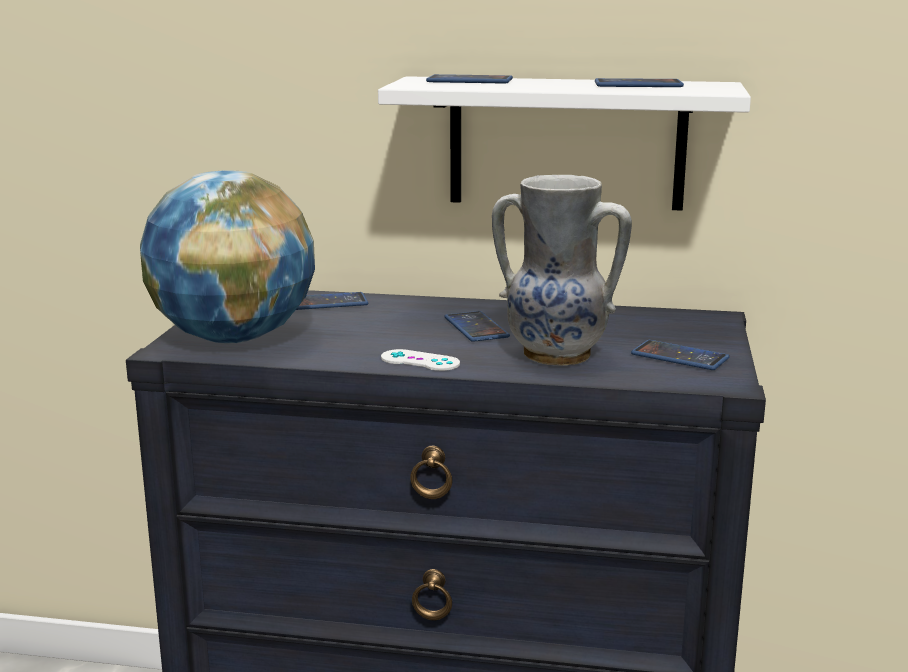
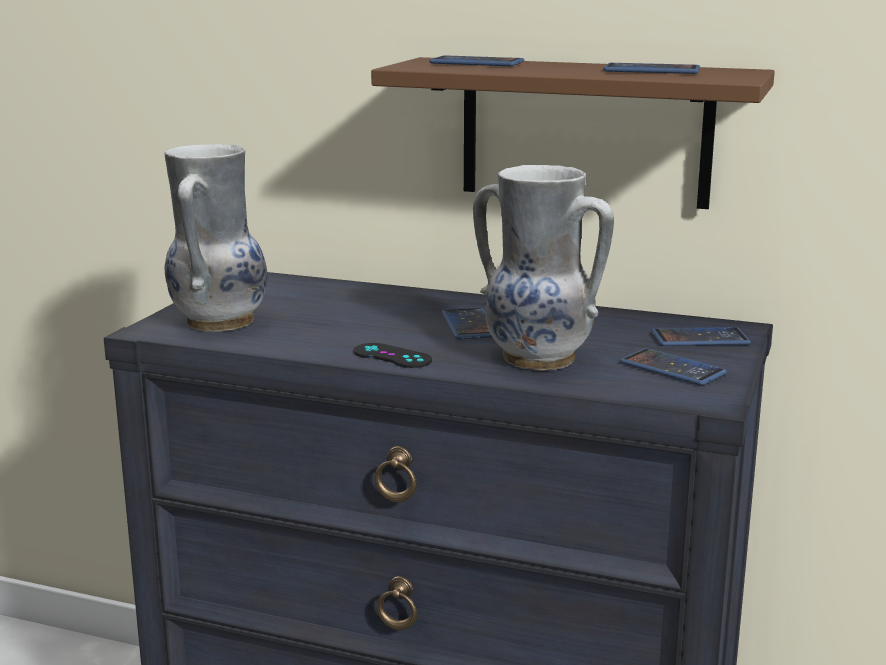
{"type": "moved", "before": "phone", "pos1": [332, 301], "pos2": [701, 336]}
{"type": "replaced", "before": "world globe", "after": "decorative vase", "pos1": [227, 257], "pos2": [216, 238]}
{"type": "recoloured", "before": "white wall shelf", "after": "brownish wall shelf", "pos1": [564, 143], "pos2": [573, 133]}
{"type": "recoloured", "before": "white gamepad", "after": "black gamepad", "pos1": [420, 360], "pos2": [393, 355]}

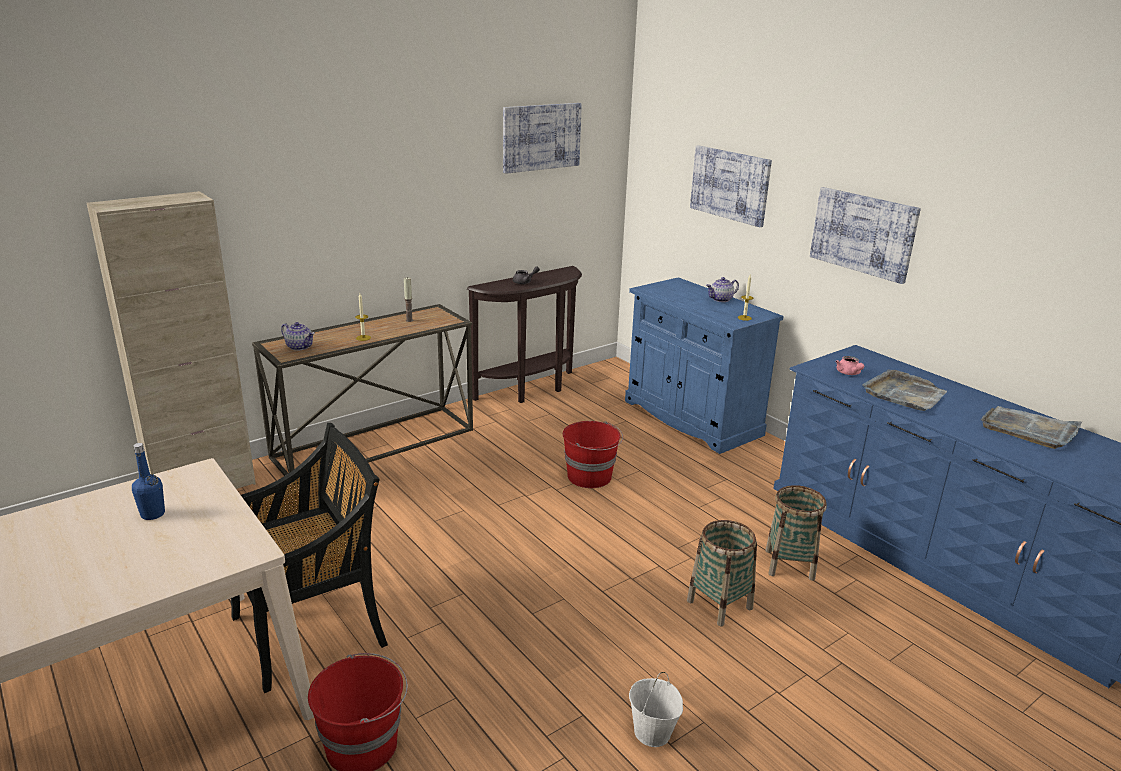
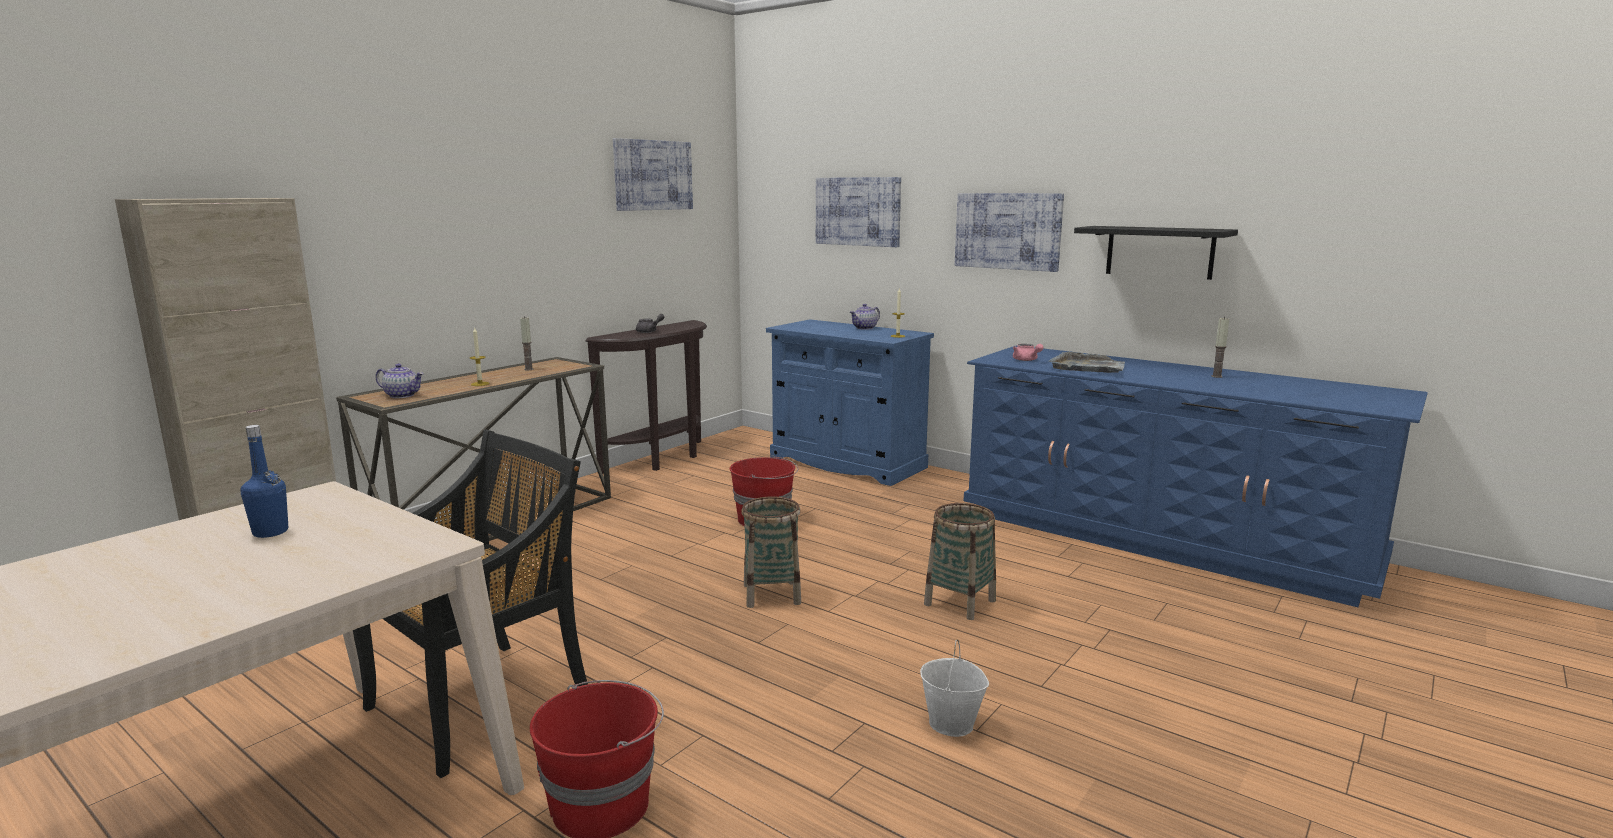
{"type": "added", "after": "black wall shelf", "pos2": [1156, 253]}
{"type": "moved", "before": "basket", "pos1": [796, 533], "pos2": [771, 552]}
{"type": "replaced", "before": "grey carrying tray", "after": "wax candle", "pos1": [1031, 427], "pos2": [1220, 347]}

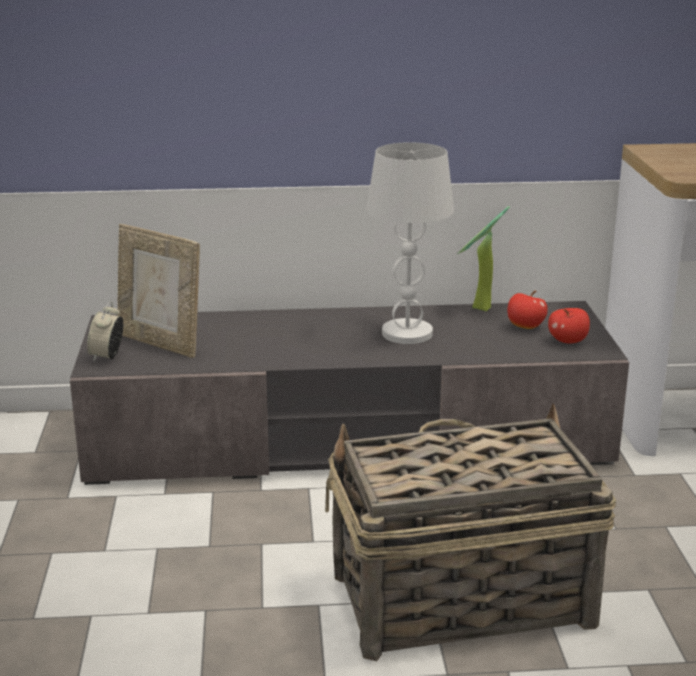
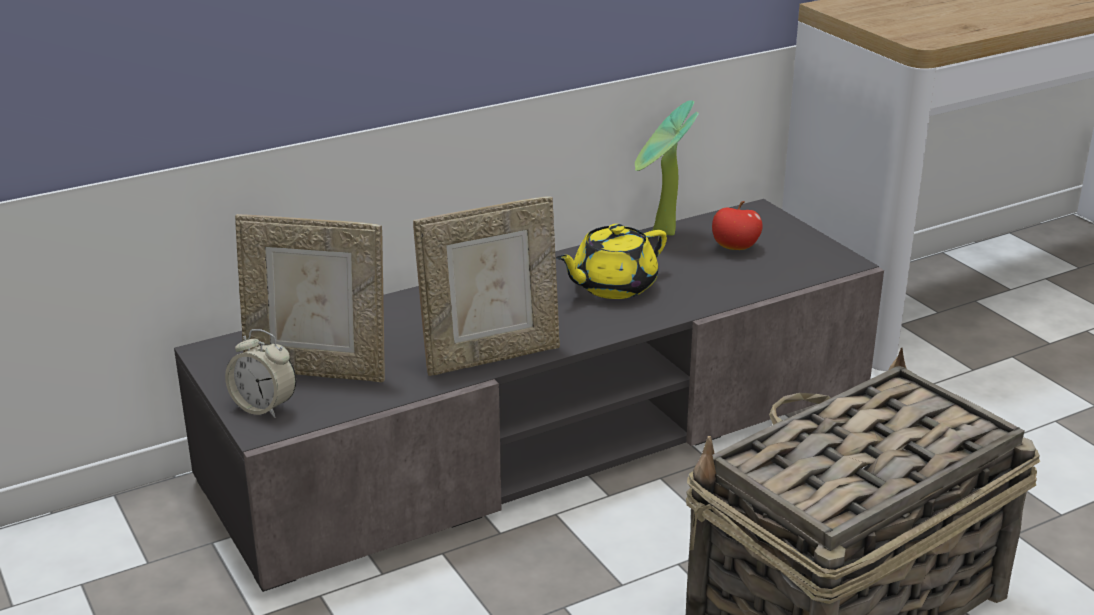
{"type": "removed", "before": "whole apple", "pos1": [569, 325]}
{"type": "added", "after": "photo frame", "pos2": [486, 286]}
{"type": "replaced", "before": "white tabletop lamp", "after": "yellowish tea pot", "pos1": [410, 243], "pos2": [611, 261]}
{"type": "turned", "before": "table clock", "pos1": [105, 331], "pos2": [260, 373], "turn": -45}

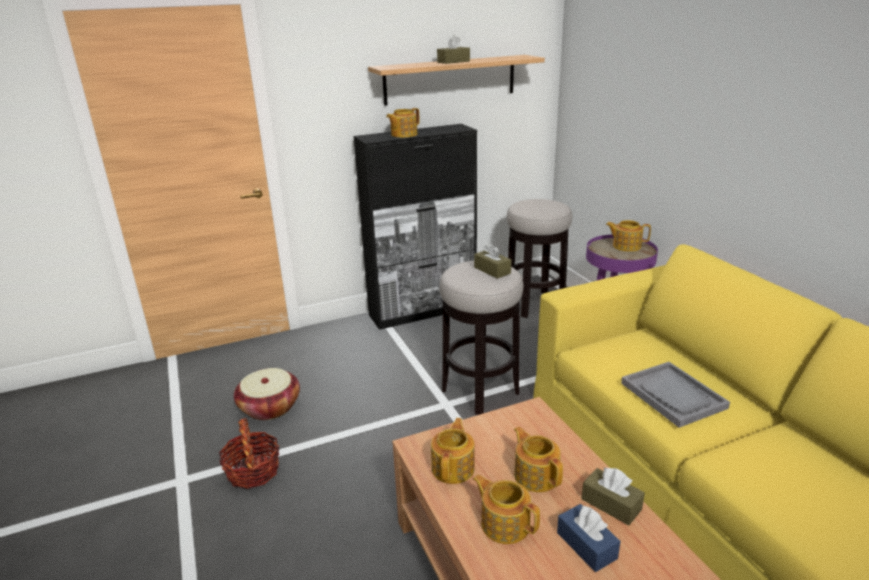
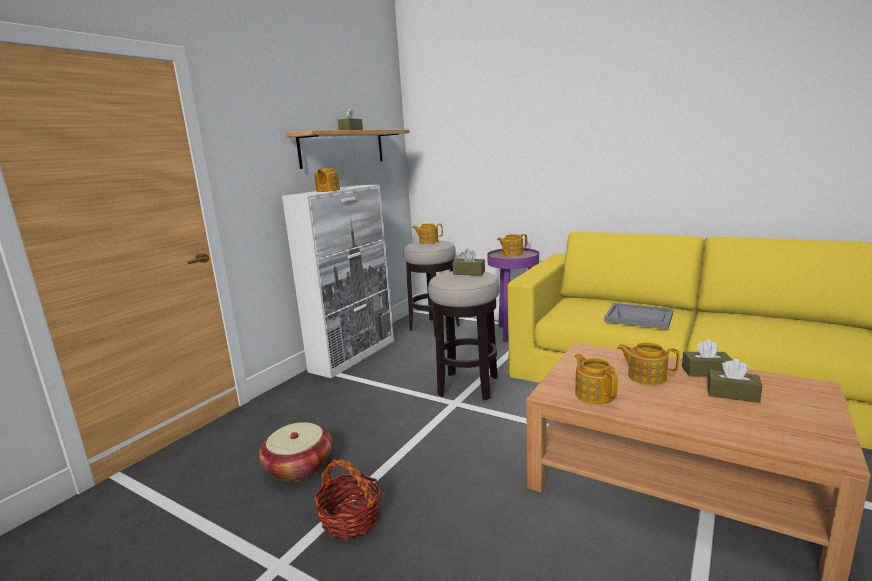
{"type": "moved", "before": "tea pot", "pos1": [506, 509], "pos2": [427, 233]}
{"type": "recoloured", "before": "black cupboard", "after": "white cupboard", "pos1": [415, 227], "pos2": [338, 281]}
{"type": "recoloured", "before": "blue tissue box", "after": "brownish tissue box", "pos1": [588, 538], "pos2": [734, 381]}

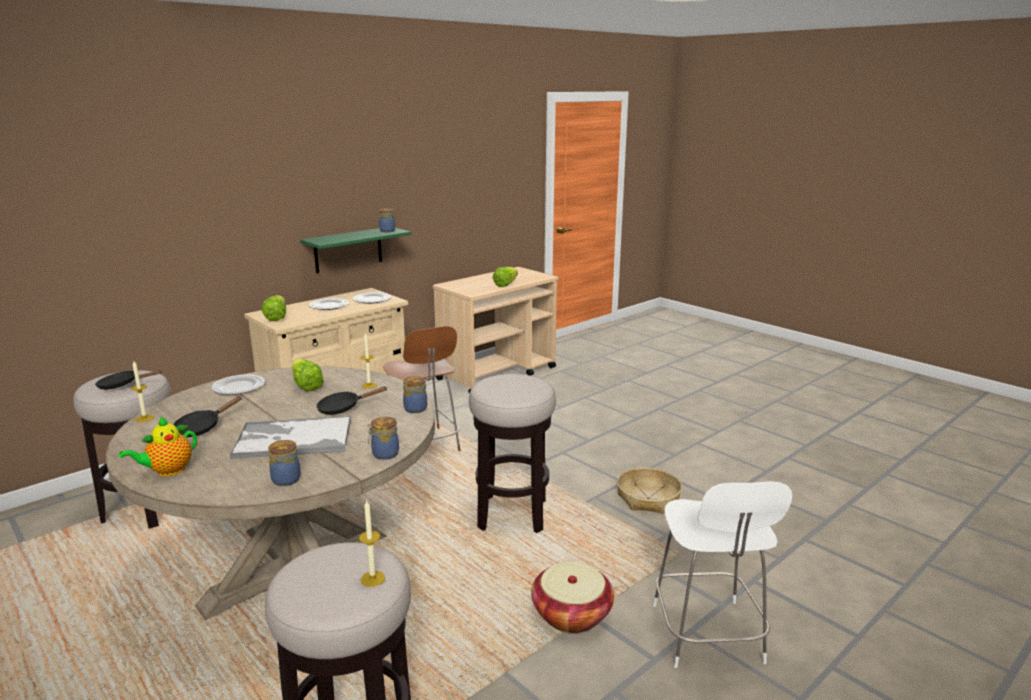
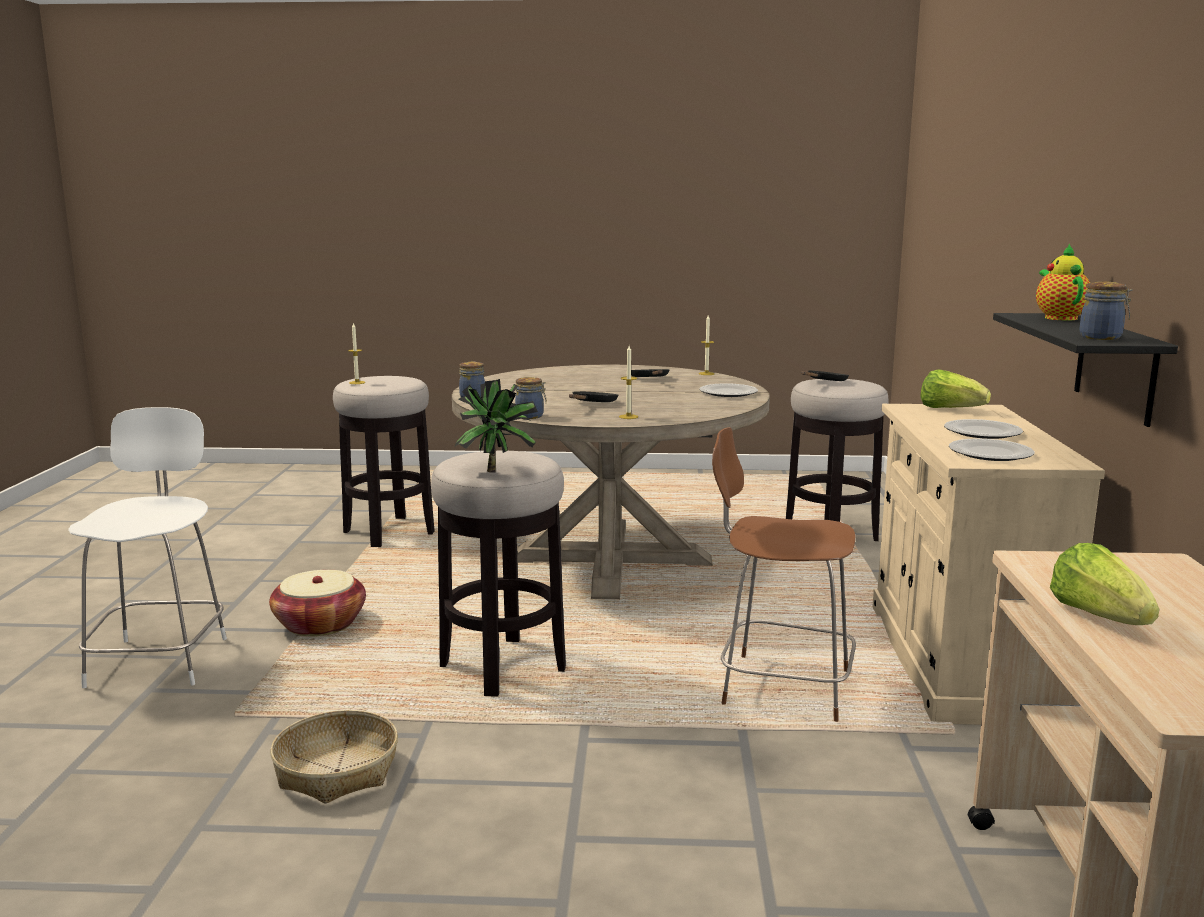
{"type": "removed", "before": "carrying tray", "pos1": [290, 437]}
{"type": "removed", "before": "preserve jar", "pos1": [284, 463]}
{"type": "removed", "before": "lettuce head", "pos1": [308, 374]}
{"type": "added", "after": "plant in a pot", "pos2": [496, 426]}
{"type": "moved", "before": "tea pot", "pos1": [158, 446], "pos2": [1063, 282]}
{"type": "recoloured", "before": "green wall shelf", "after": "black wall shelf", "pos1": [355, 250], "pos2": [1085, 370]}
{"type": "turned", "before": "white chair", "pos1": [723, 574], "pos2": [147, 547], "turn": 45}

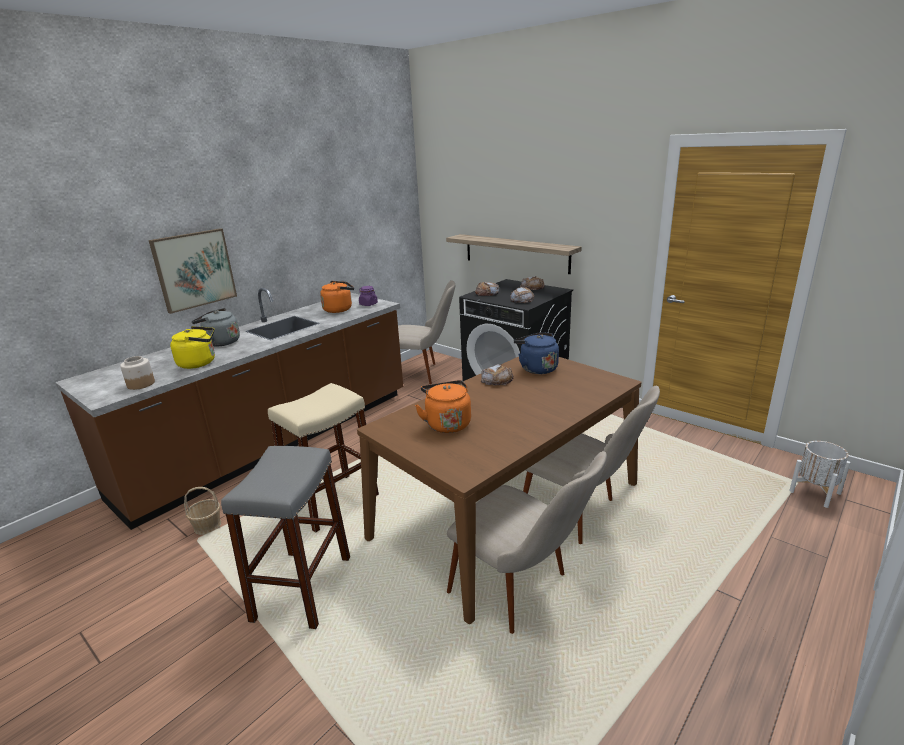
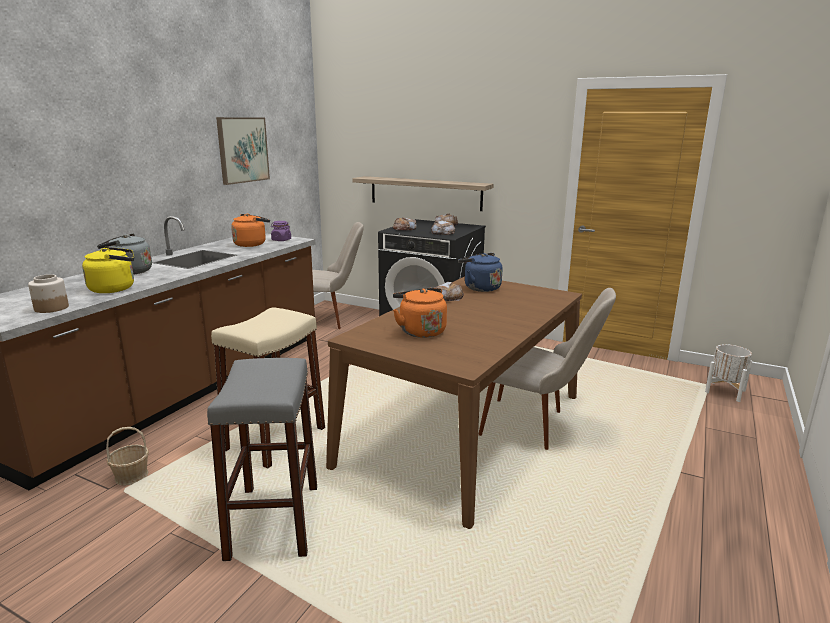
{"type": "removed", "before": "beige-coloured chair", "pos1": [527, 542]}
{"type": "moved", "before": "wall art", "pos1": [193, 271], "pos2": [243, 151]}

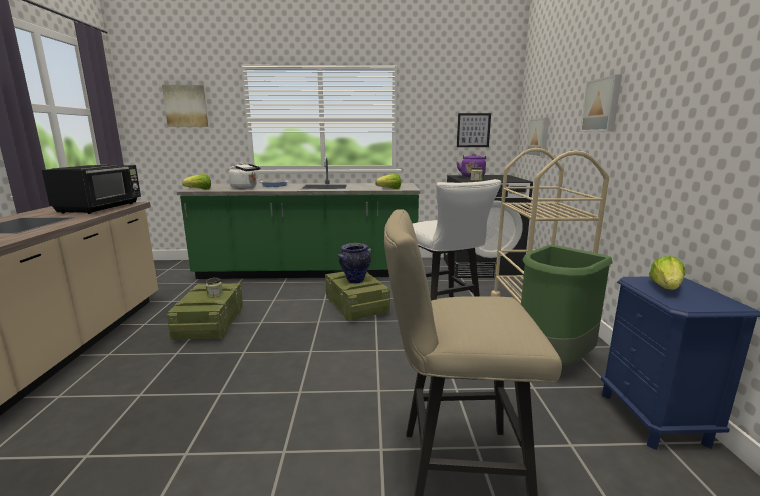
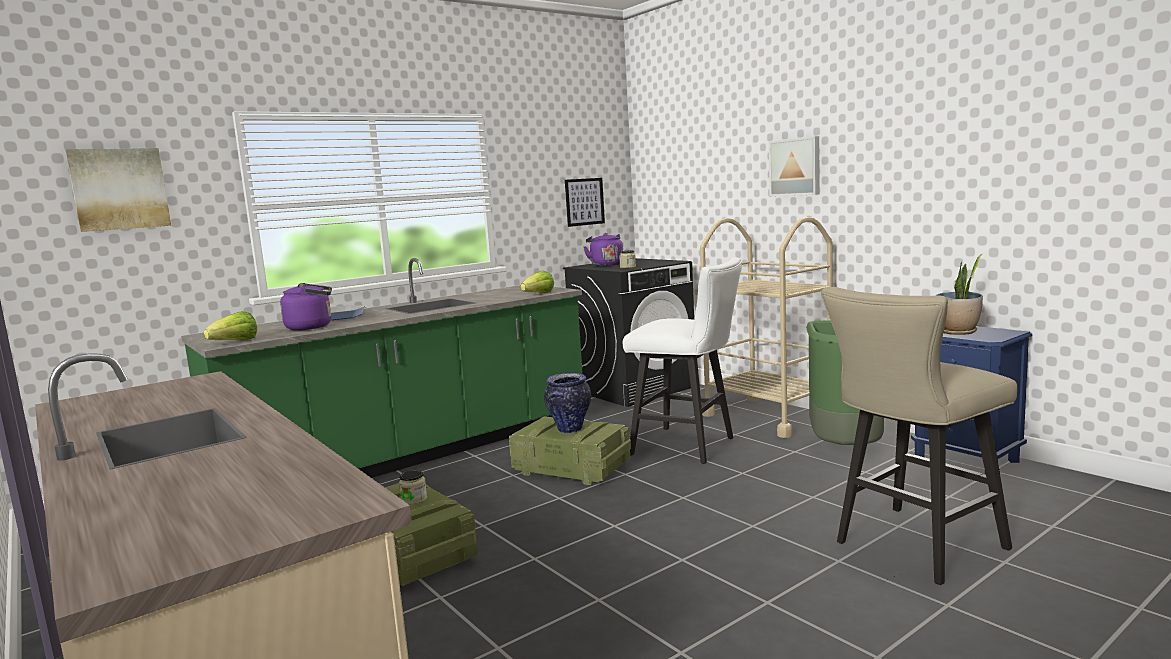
{"type": "removed", "before": "black microwave", "pos1": [91, 189]}
{"type": "removed", "before": "wall art", "pos1": [537, 138]}
{"type": "replaced", "before": "lettuce head", "after": "plant in a pot", "pos1": [667, 273], "pos2": [959, 294]}
{"type": "recoloured", "before": "white kettle", "after": "purple-coloured kettle", "pos1": [245, 176], "pos2": [306, 306]}

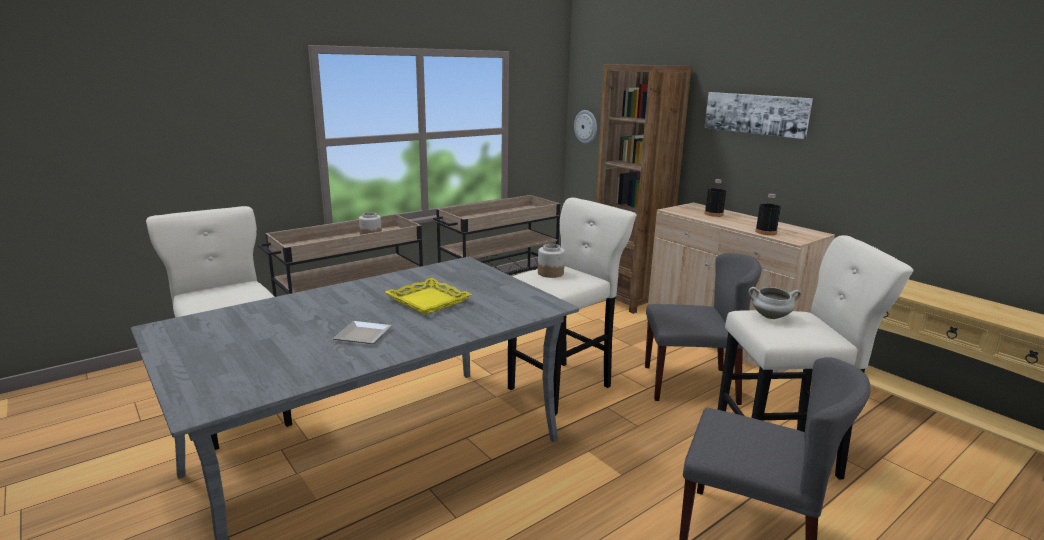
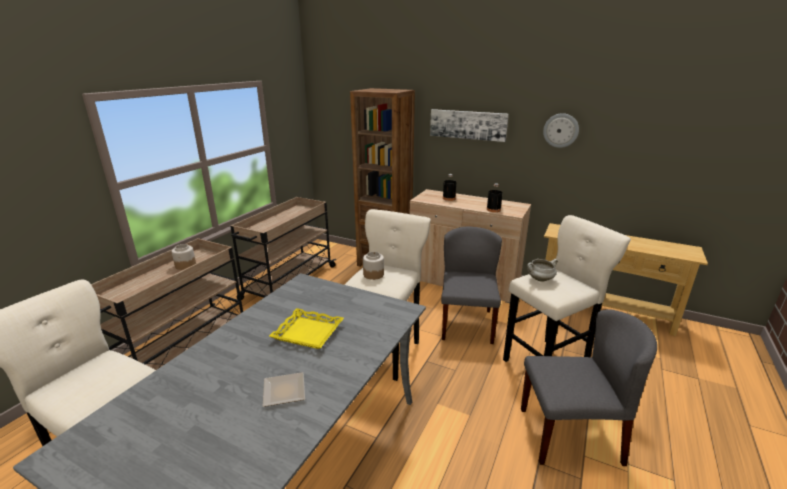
{"type": "moved", "before": "wall clock", "pos1": [585, 127], "pos2": [561, 130]}
{"type": "turned", "before": "grey chair", "pos1": [703, 329], "pos2": [471, 285], "turn": -60}

